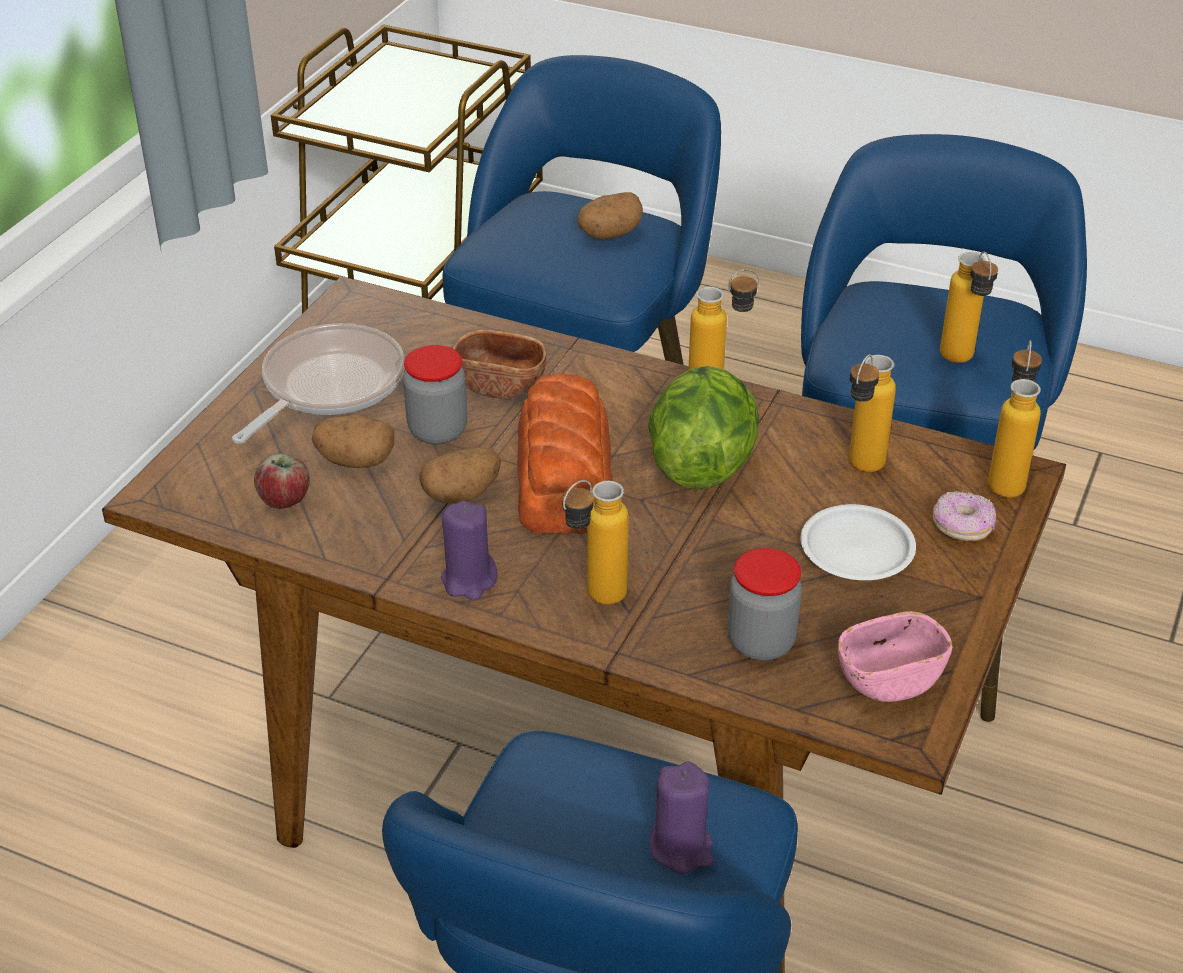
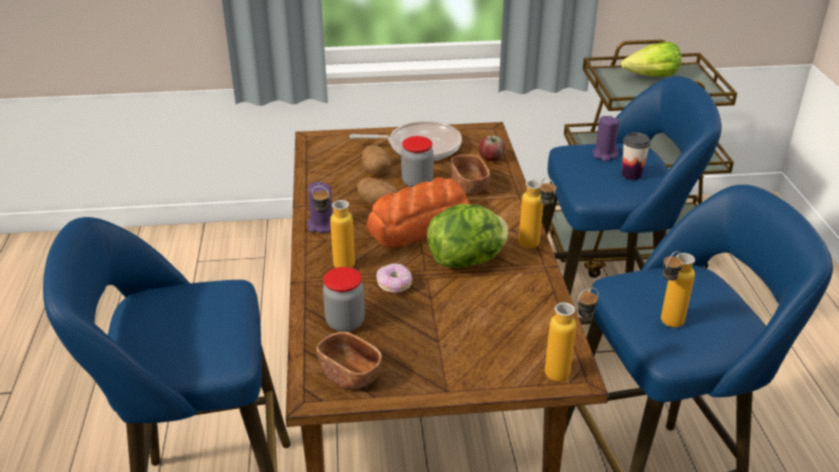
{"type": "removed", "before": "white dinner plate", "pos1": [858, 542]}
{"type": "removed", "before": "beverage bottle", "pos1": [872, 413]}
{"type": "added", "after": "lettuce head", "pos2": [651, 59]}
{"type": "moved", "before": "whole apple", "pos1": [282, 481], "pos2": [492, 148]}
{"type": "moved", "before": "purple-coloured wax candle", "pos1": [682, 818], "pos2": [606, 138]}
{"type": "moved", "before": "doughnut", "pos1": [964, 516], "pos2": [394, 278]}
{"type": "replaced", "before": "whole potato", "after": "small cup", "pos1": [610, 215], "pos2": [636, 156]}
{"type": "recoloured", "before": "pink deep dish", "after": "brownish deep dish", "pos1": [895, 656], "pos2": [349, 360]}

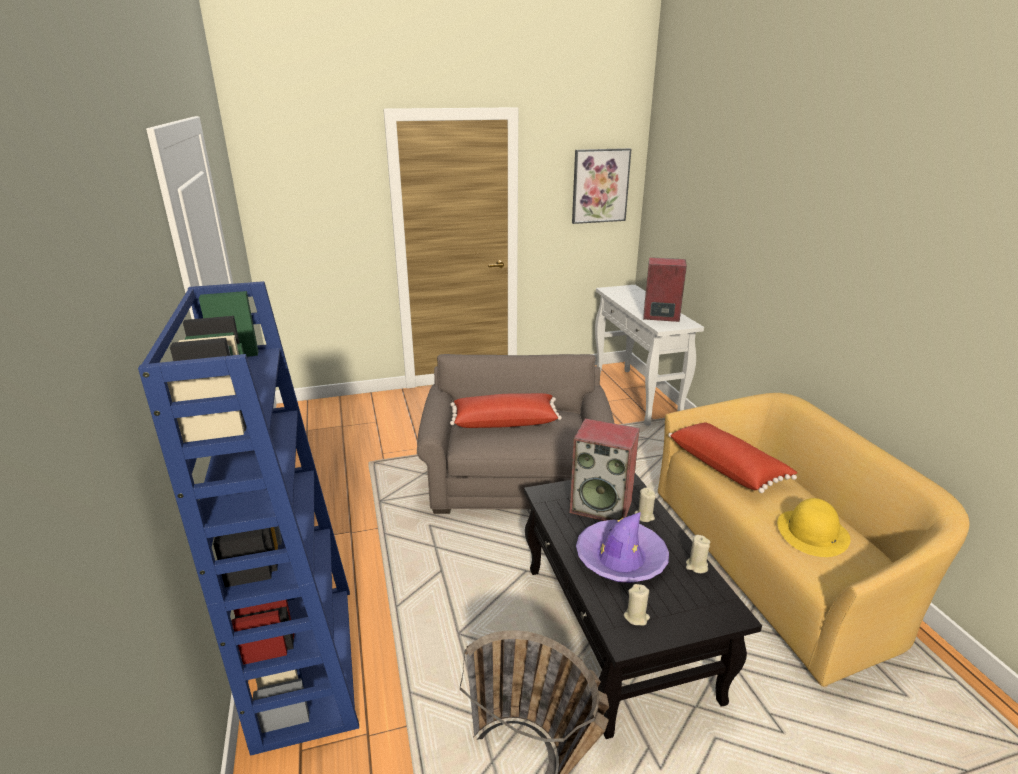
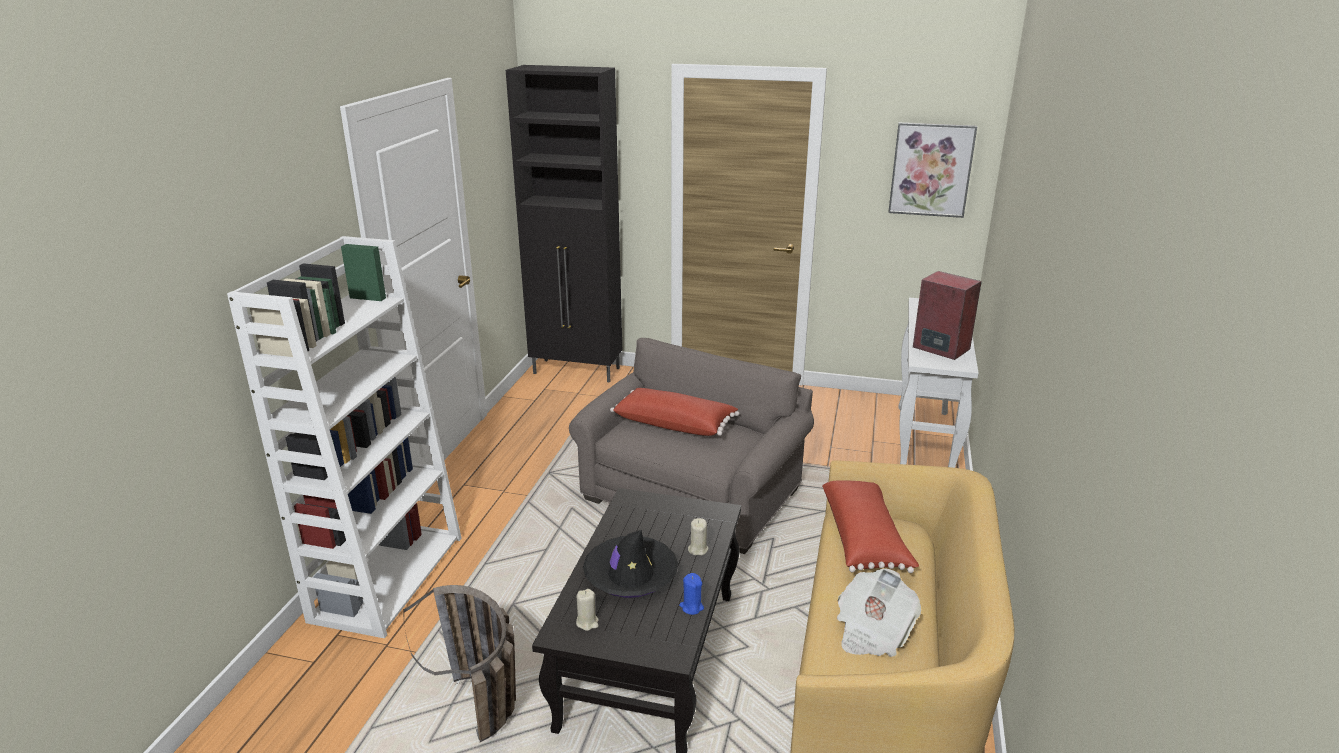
{"type": "removed", "before": "loudspeaker", "pos1": [605, 469]}
{"type": "added", "after": "black cupboard", "pos2": [564, 223]}
{"type": "replaced", "before": "yellowish wearable hat", "after": "newspaper", "pos1": [813, 527], "pos2": [879, 612]}
{"type": "recoloured", "before": "blue bookcase", "after": "white bookcase", "pos1": [248, 518], "pos2": [344, 437]}
{"type": "recoloured", "before": "purple-coloured wearable hat", "after": "black wearable hat", "pos1": [622, 547], "pos2": [630, 564]}
{"type": "recoloured", "before": "beige-coloured wax candle", "after": "blue wax candle", "pos1": [698, 554], "pos2": [691, 594]}

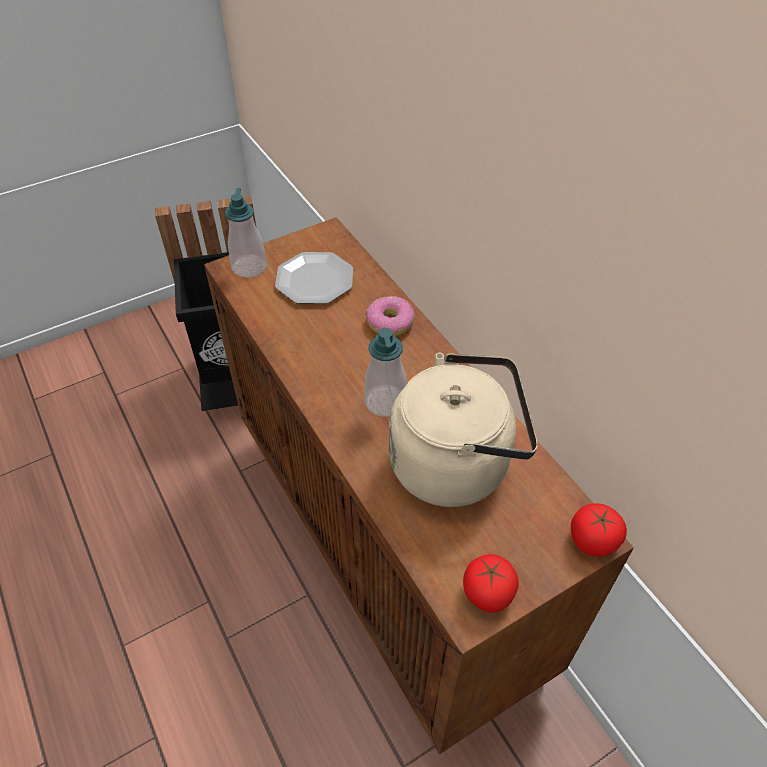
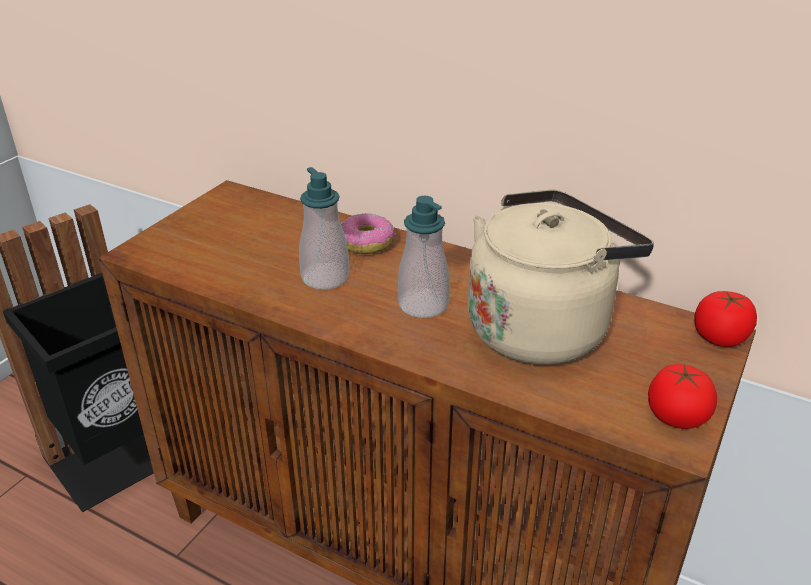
{"type": "removed", "before": "dinner plate", "pos1": [314, 278]}
{"type": "moved", "before": "liquid soap bottle", "pos1": [246, 233], "pos2": [324, 228]}

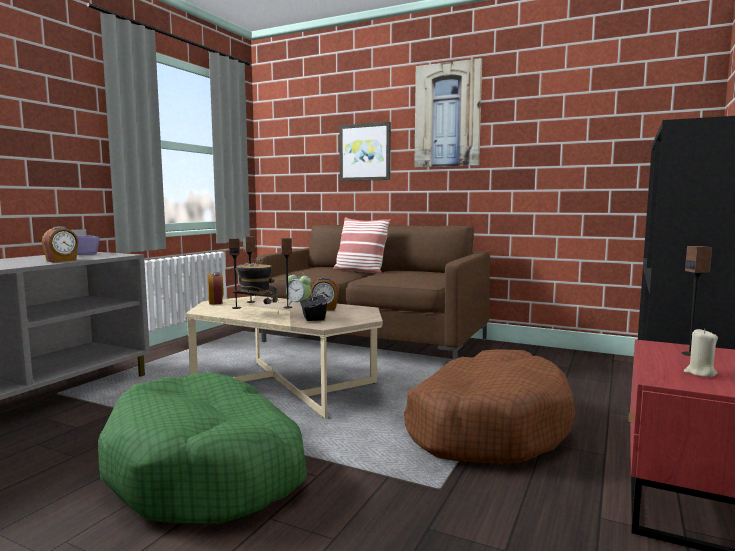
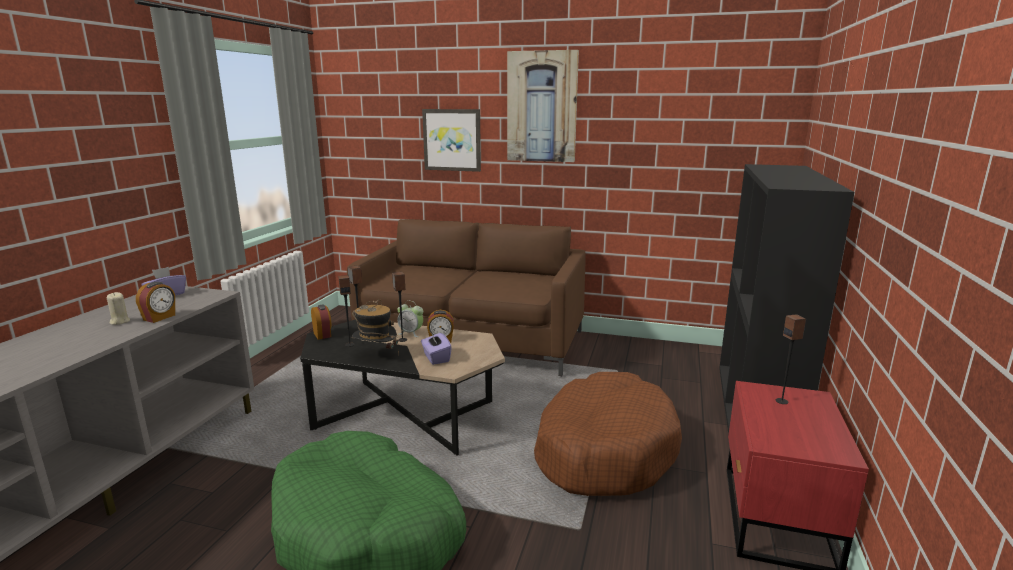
{"type": "removed", "before": "throw pillow", "pos1": [362, 245]}
{"type": "moved", "before": "beige-coloured wax candle", "pos1": [701, 353], "pos2": [118, 308]}
{"type": "recoloured", "before": "beige-coloured coffee table", "after": "black coffee table", "pos1": [284, 357], "pos2": [402, 387]}
{"type": "recoloured", "before": "black tissue box", "after": "purple-coloured tissue box", "pos1": [313, 305], "pos2": [436, 349]}

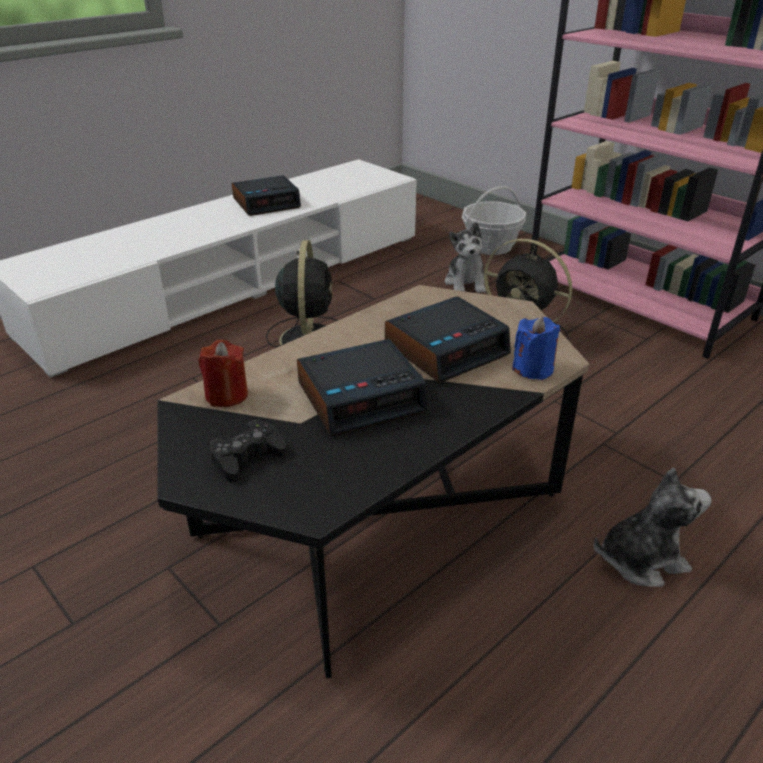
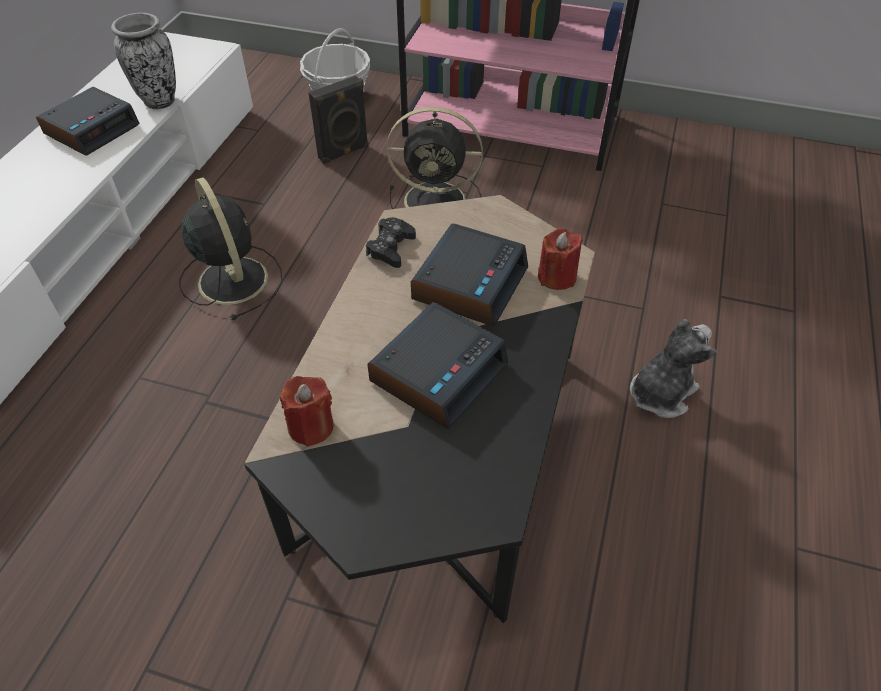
{"type": "added", "after": "decorative vase", "pos2": [143, 61]}
{"type": "moved", "before": "black gamepad", "pos1": [248, 451], "pos2": [391, 242]}
{"type": "replaced", "before": "soft toy", "after": "black loudspeaker", "pos1": [465, 257], "pos2": [339, 120]}
{"type": "recoloured", "before": "blue wax candle", "after": "reddish wax candle", "pos1": [536, 348], "pos2": [560, 259]}

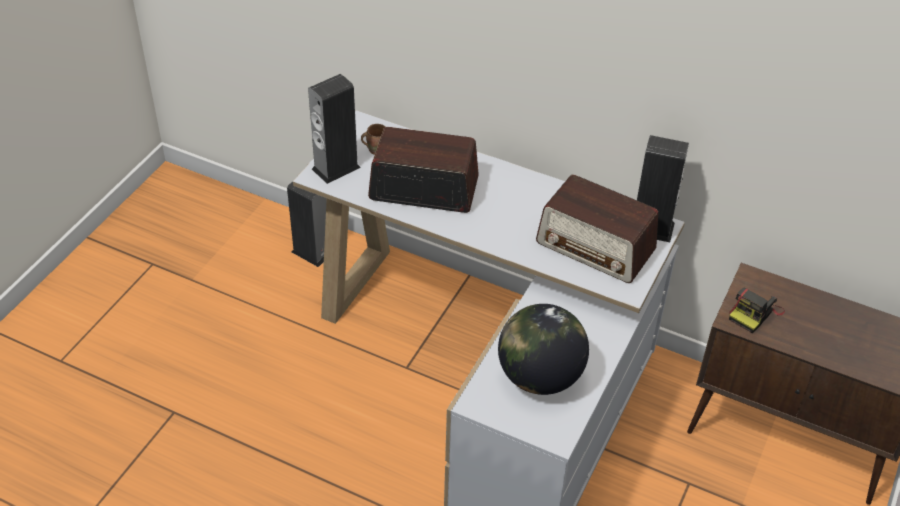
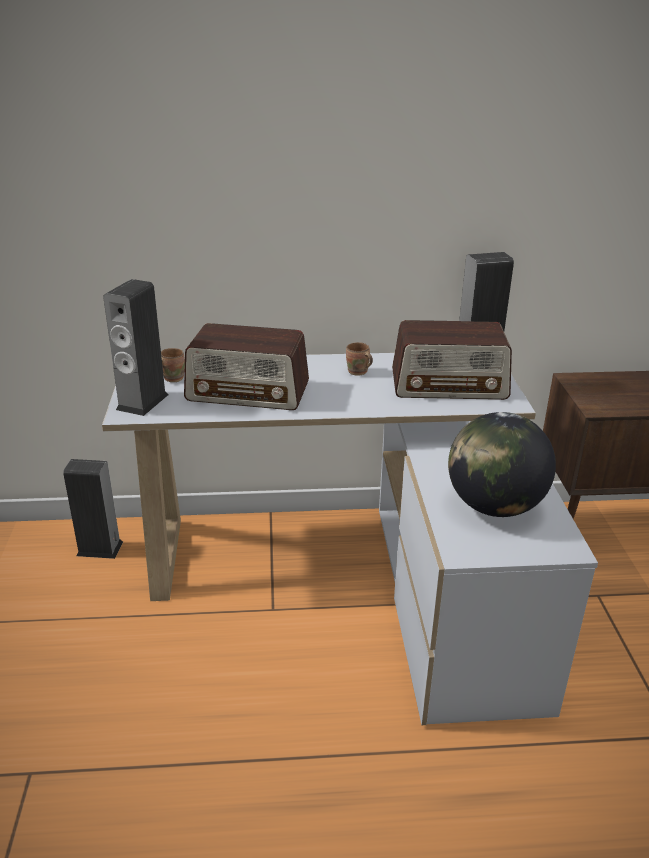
{"type": "removed", "before": "photo camera", "pos1": [757, 310]}
{"type": "added", "after": "brownish mug", "pos2": [359, 359]}
{"type": "turned", "before": "radio receiver", "pos1": [423, 170], "pos2": [246, 366], "turn": -150}

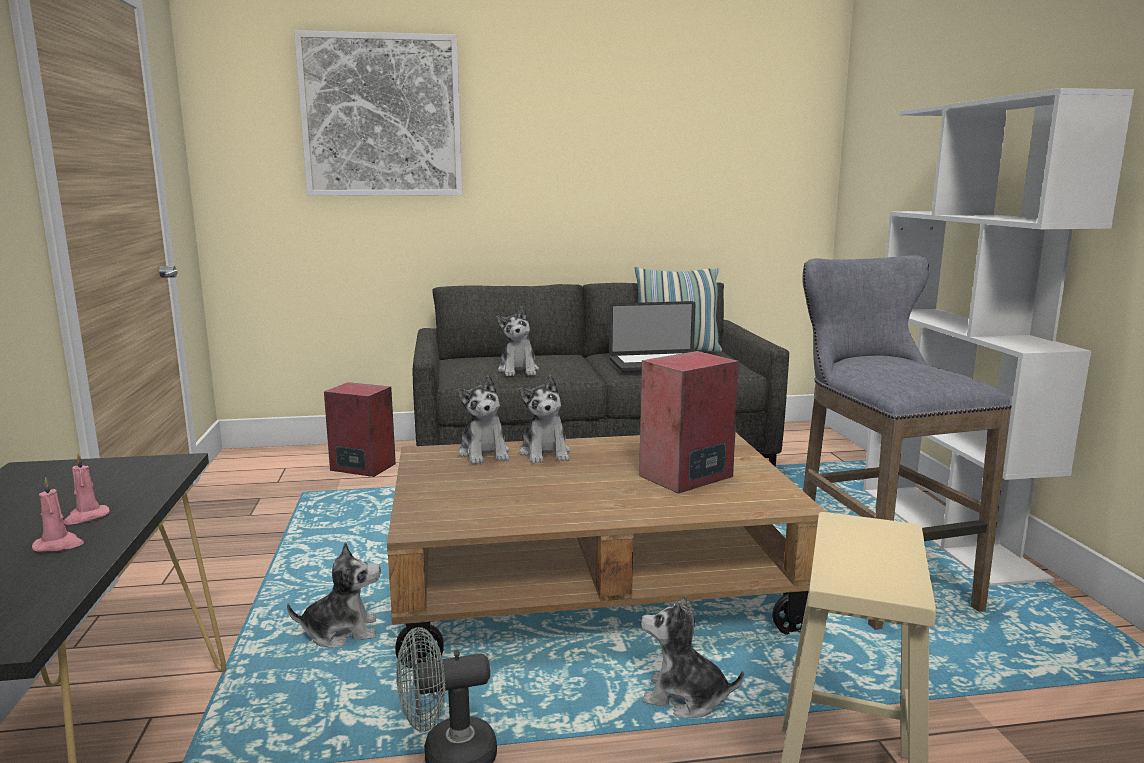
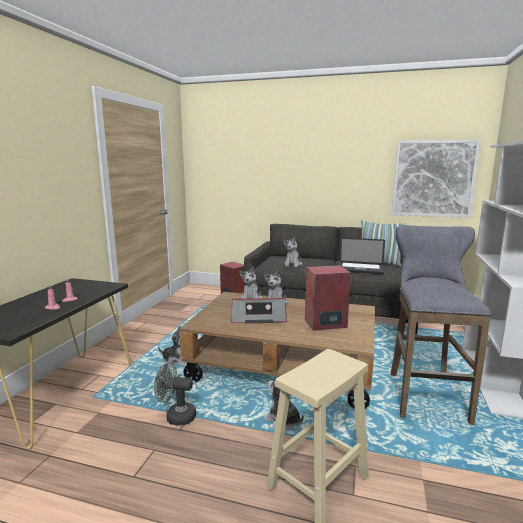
{"type": "added", "after": "radio receiver", "pos2": [259, 310]}
{"type": "moved", "before": "wall art", "pos1": [378, 113], "pos2": [436, 179]}

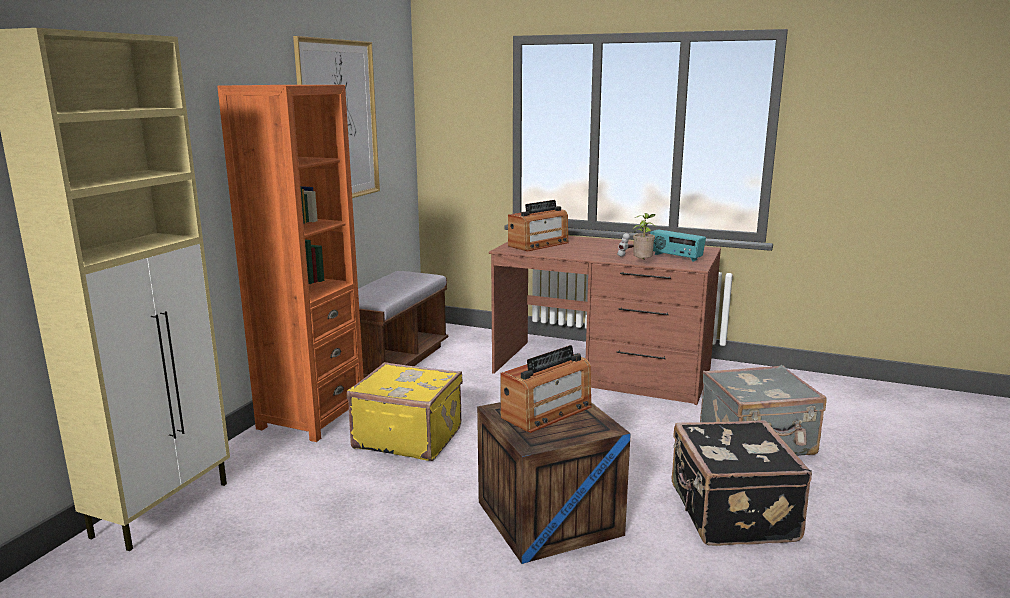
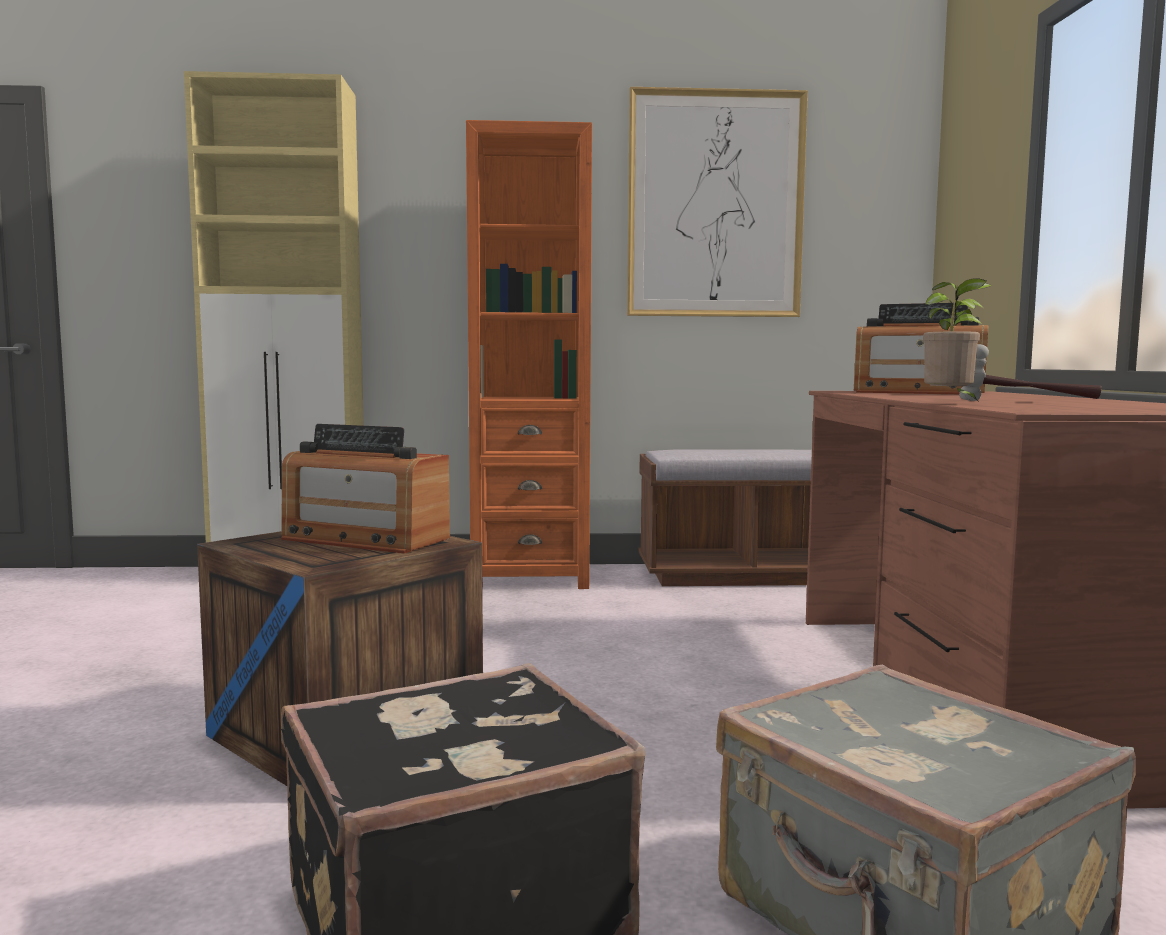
{"type": "removed", "before": "yellowish travel case", "pos1": [405, 411]}
{"type": "removed", "before": "radio receiver", "pos1": [678, 245]}

